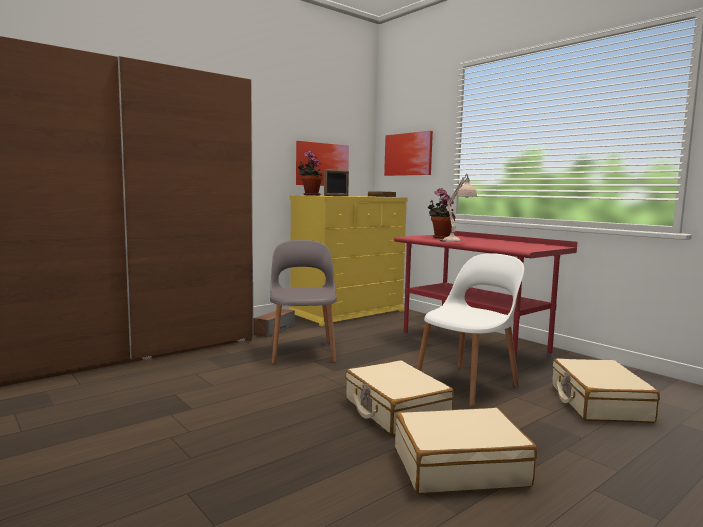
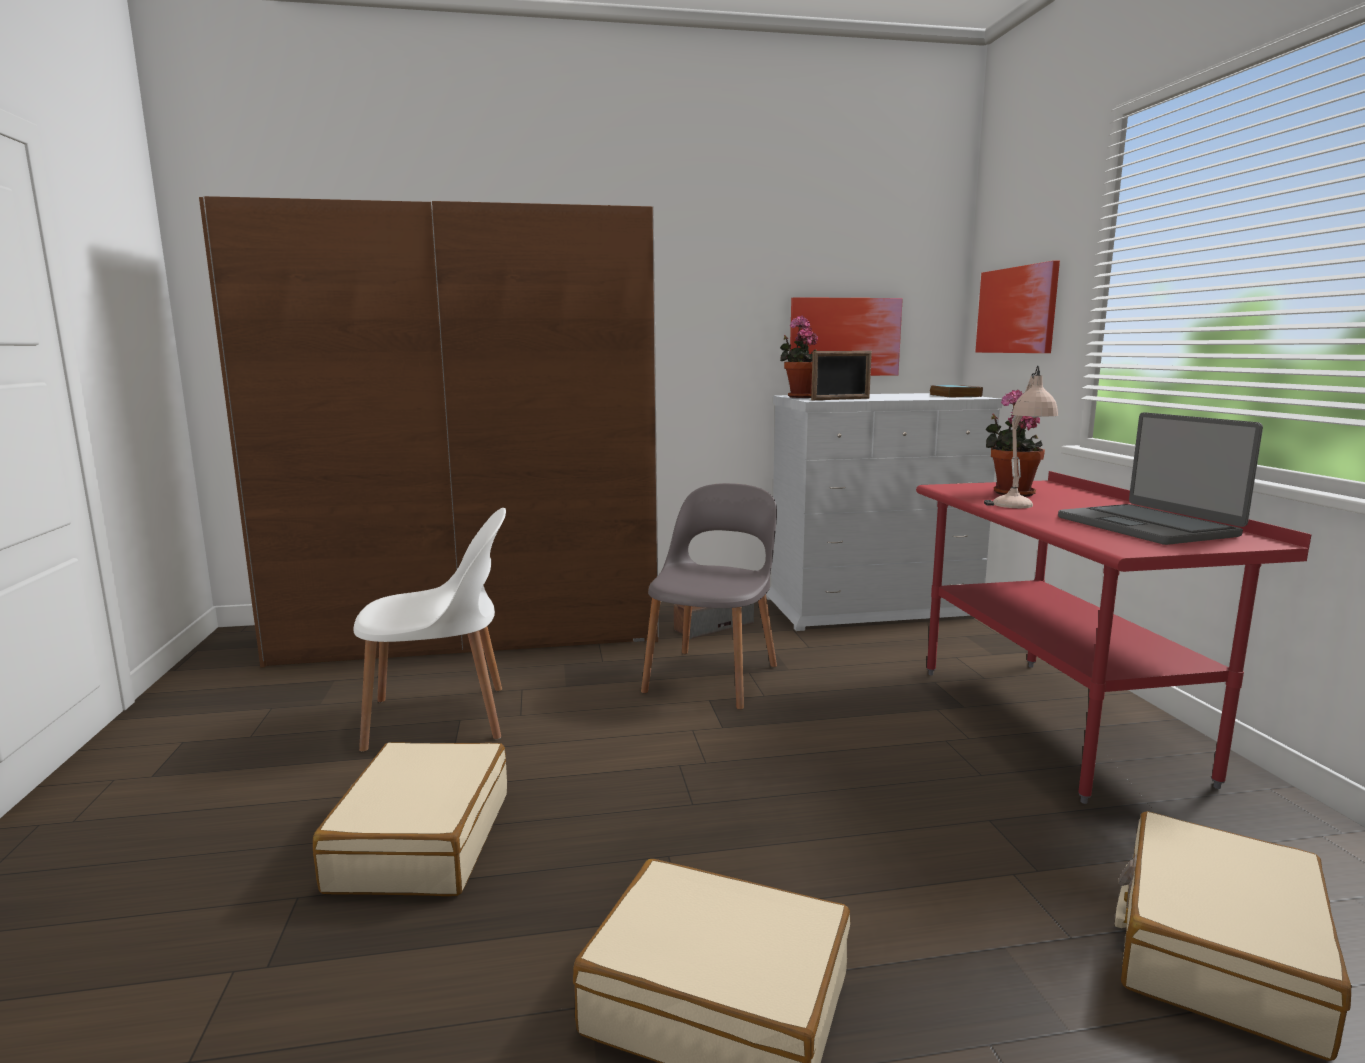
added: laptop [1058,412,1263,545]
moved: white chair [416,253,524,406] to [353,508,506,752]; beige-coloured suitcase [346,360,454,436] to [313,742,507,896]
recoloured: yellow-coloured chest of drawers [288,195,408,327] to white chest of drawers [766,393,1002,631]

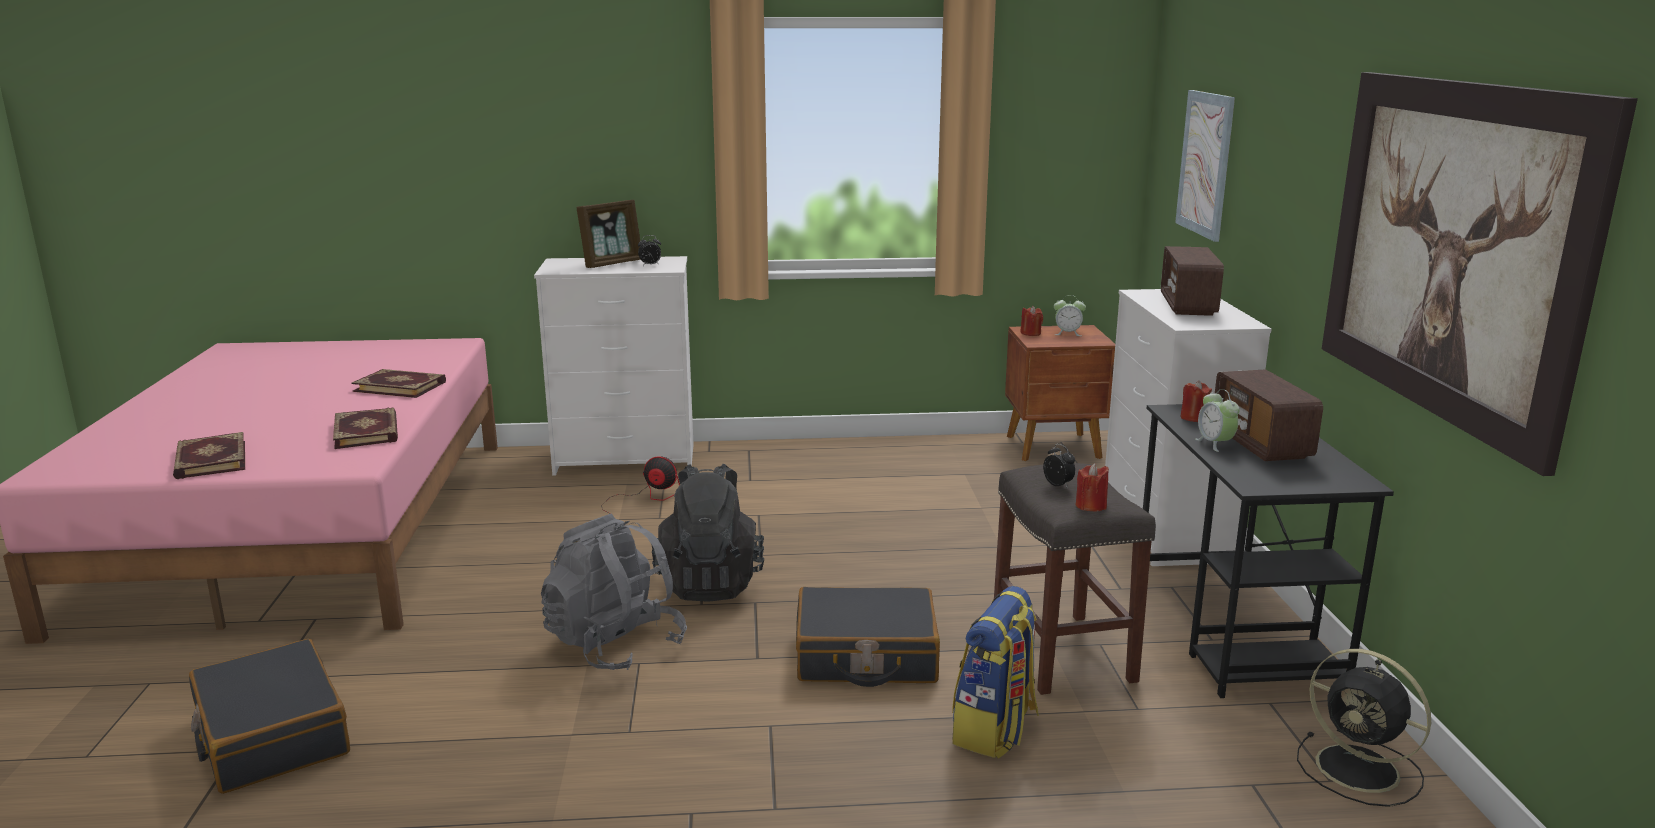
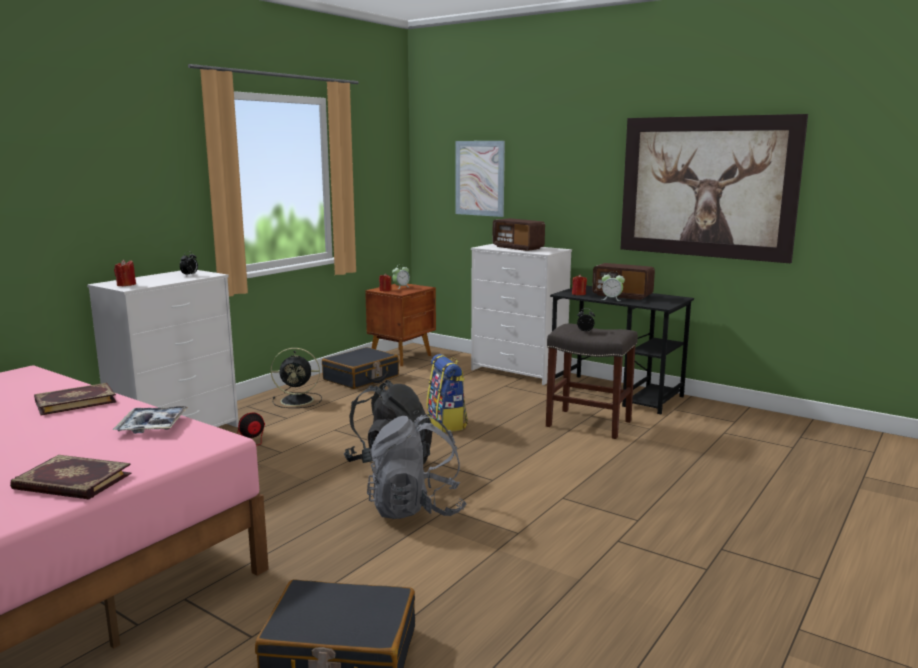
removed: picture frame [577,200,641,268]
moved: reddish candle [1076,463,1109,511] to [114,259,136,286]; rucksack [952,586,1039,759] to [427,354,468,432]; black suitcase [796,587,940,687] to [322,347,399,389]; black cooling fan [1297,649,1431,807] to [271,348,322,408]
replaced: book [333,407,398,449] to serving tray [112,406,189,434]

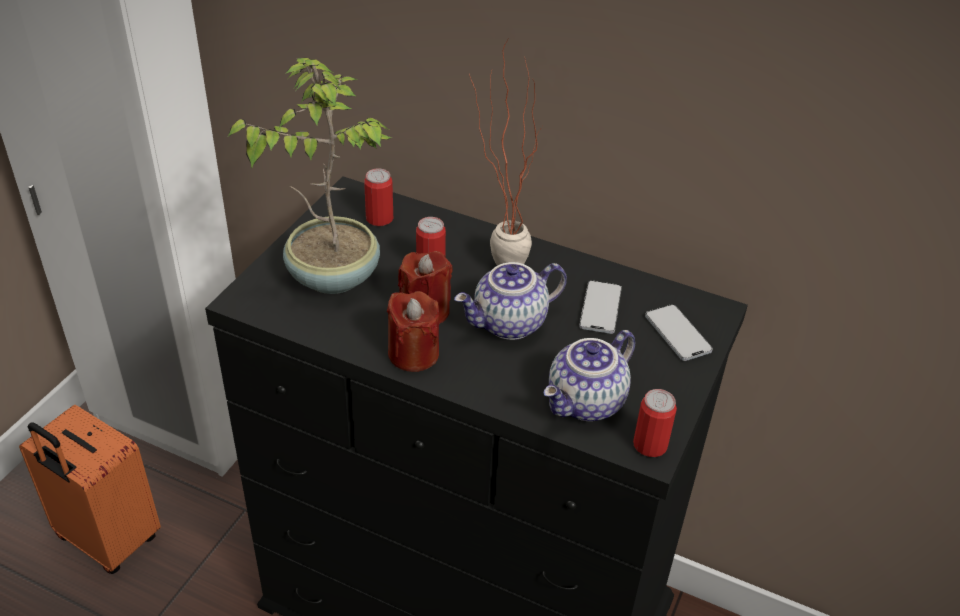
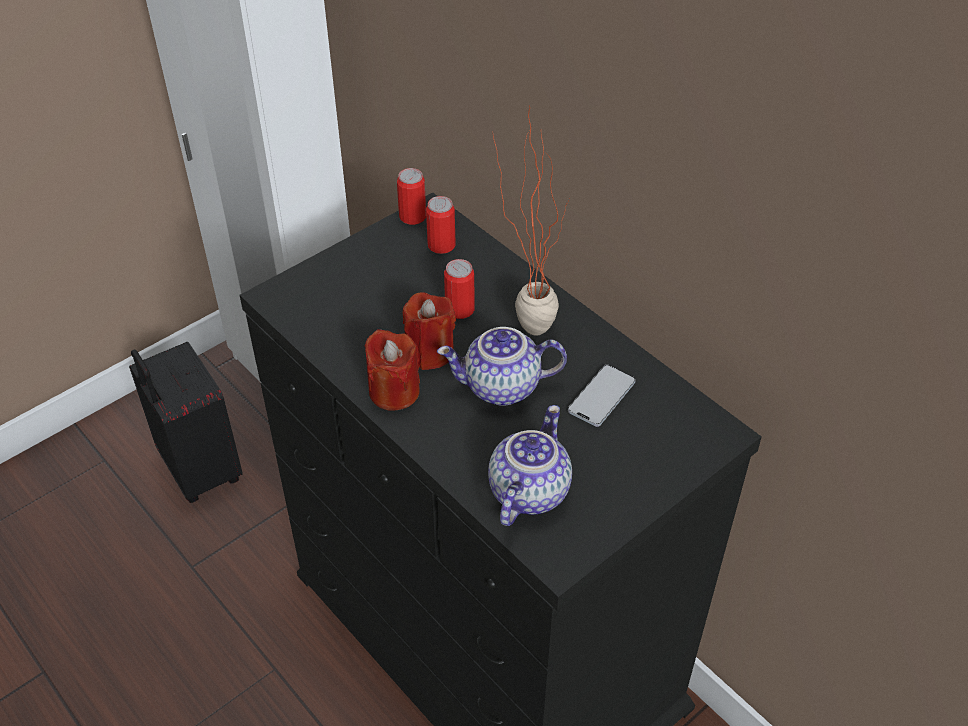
removed: potted plant [228,58,392,294]; telephone [645,304,713,361]
moved: sealed can [633,389,677,457] to [397,168,426,225]
recoloured: orangey suitcase [19,404,161,574] to black suitcase [129,342,243,503]
turned: pot for tea [544,330,635,421] = [488,405,572,526] 135 degrees clockwise

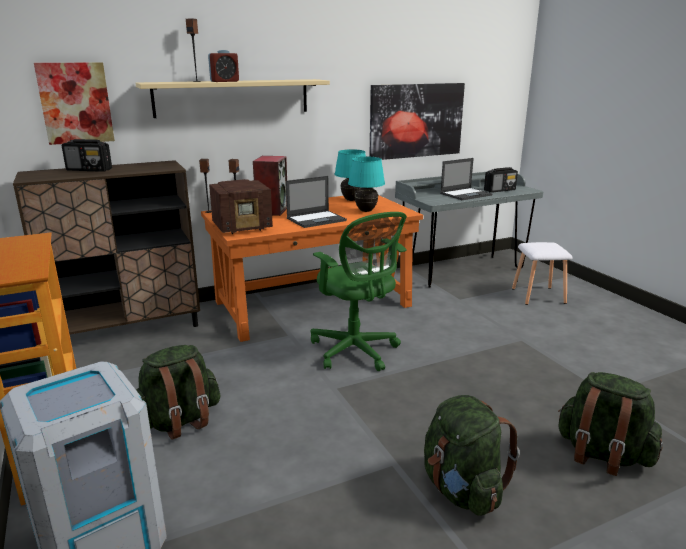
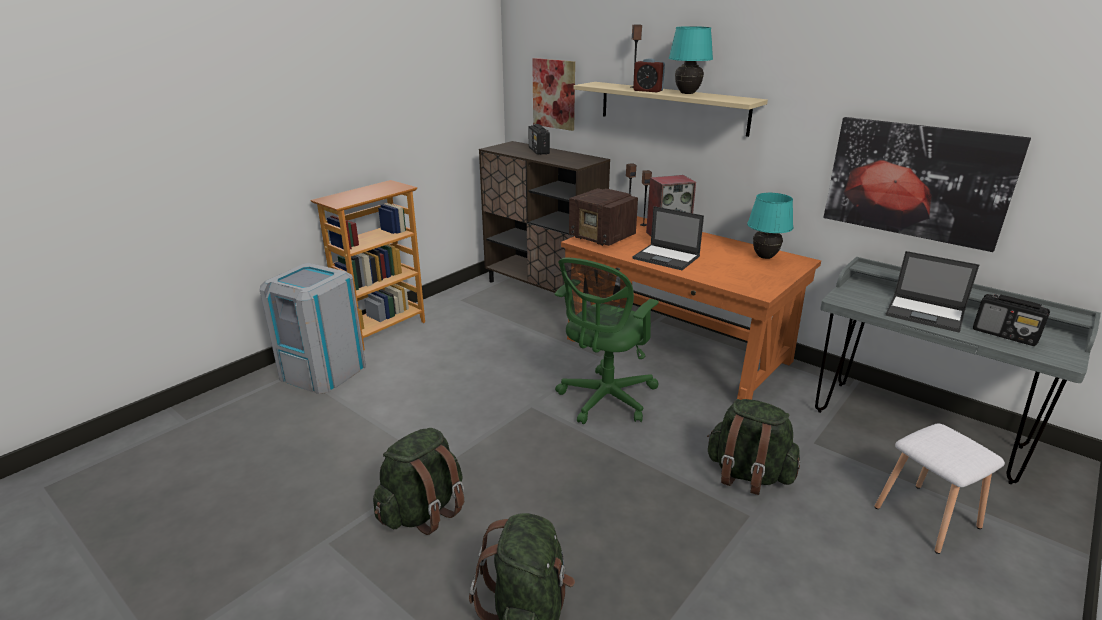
moved: turquoise-coloured table lamp [348,156,385,212] to [669,26,713,94]; greenish rucksack [136,345,221,440] to [707,399,800,495]

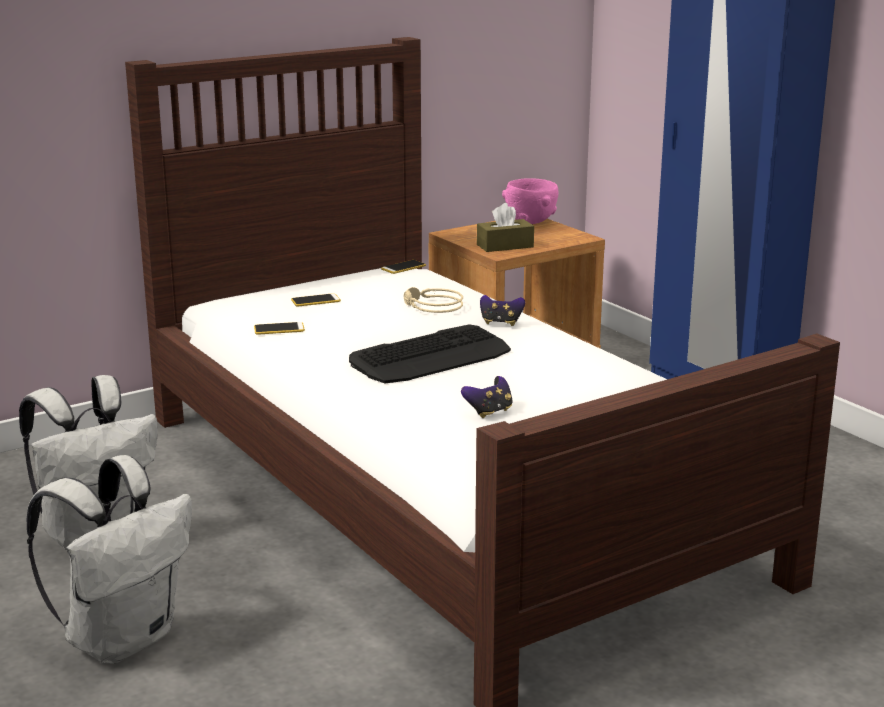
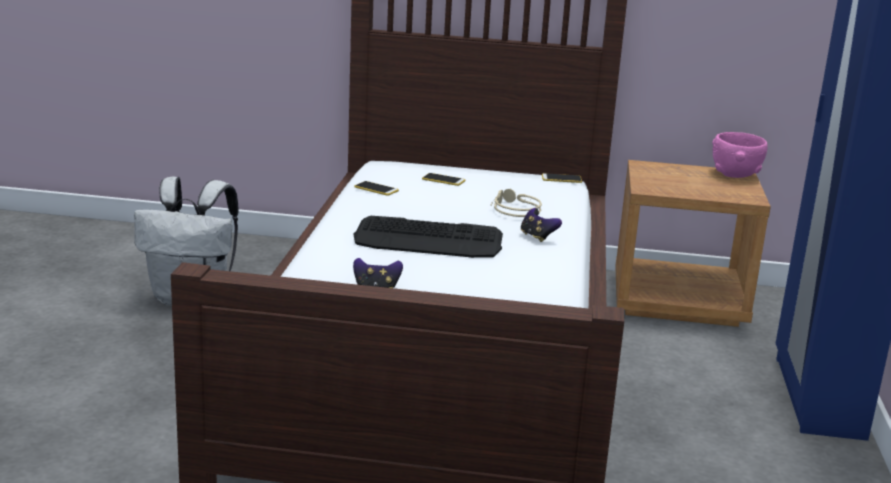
removed: brownish tissue box [477,203,534,252]; white rucksack [27,455,192,664]

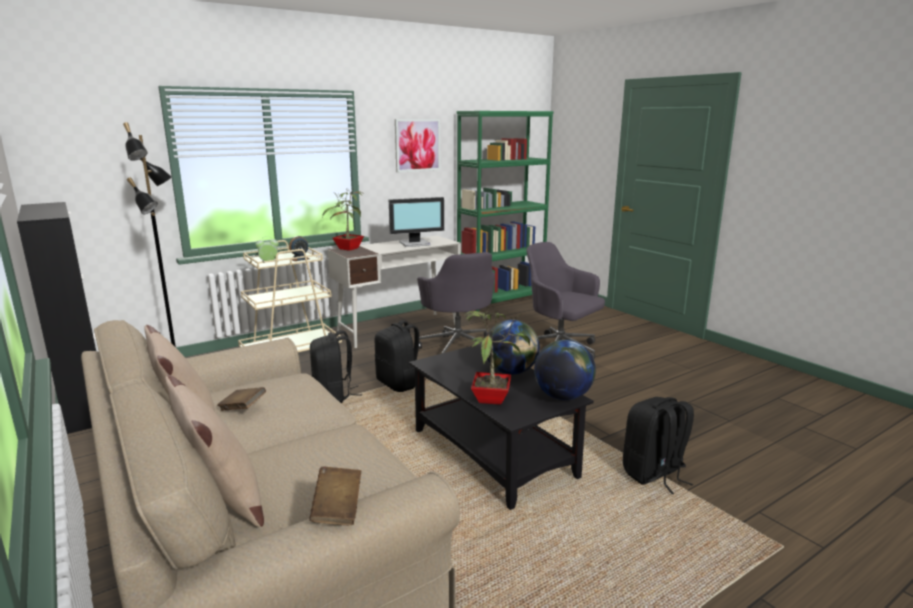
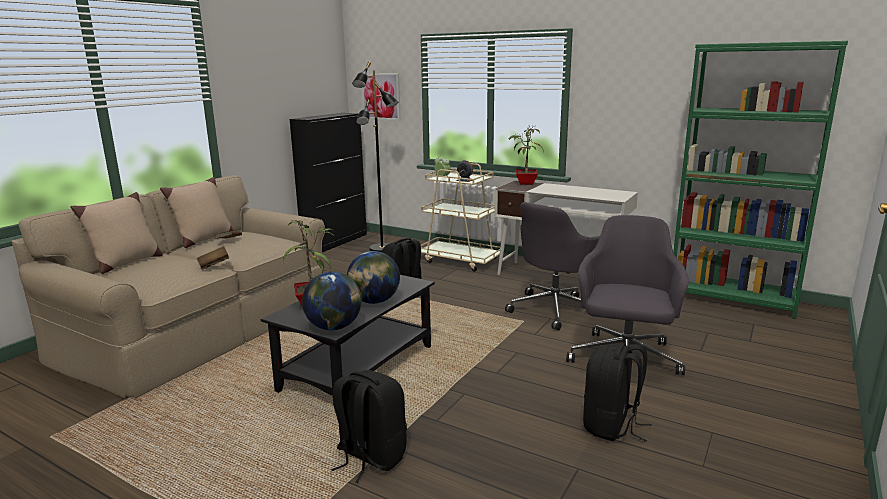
removed: computer display [389,197,444,247]
moved: picture [395,119,441,172] to [362,73,401,121]; black rucksack [374,320,426,392] to [583,343,652,442]; brownish book [309,466,361,525] to [197,246,230,270]

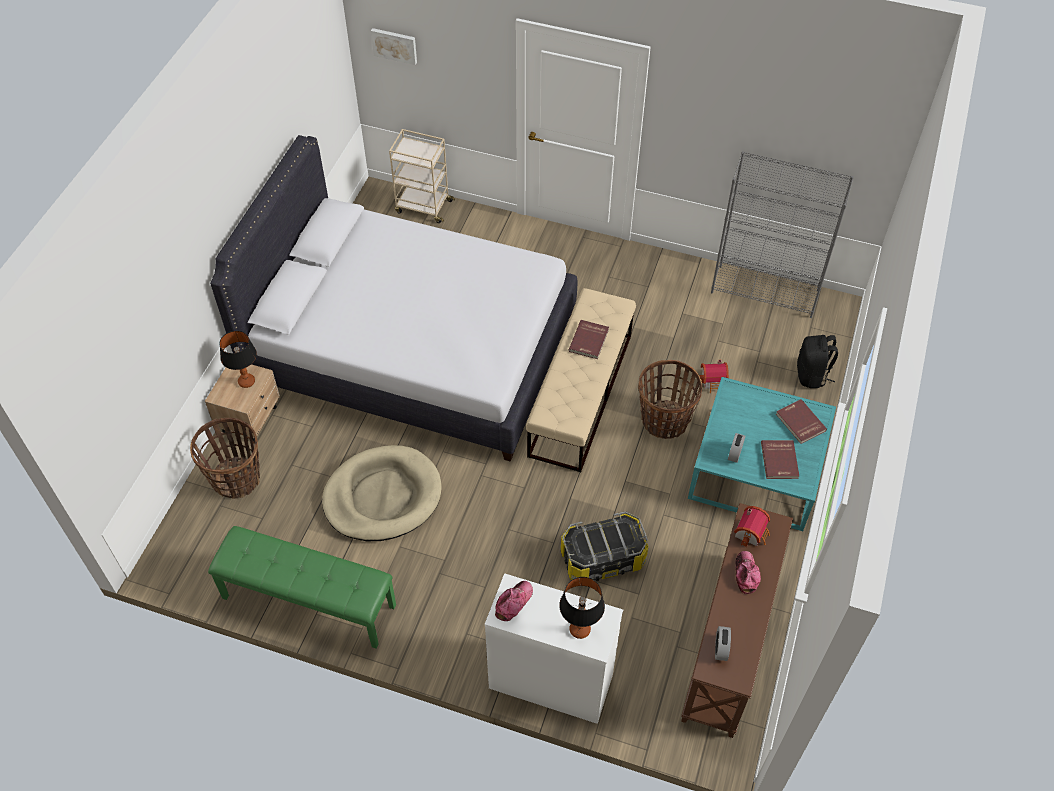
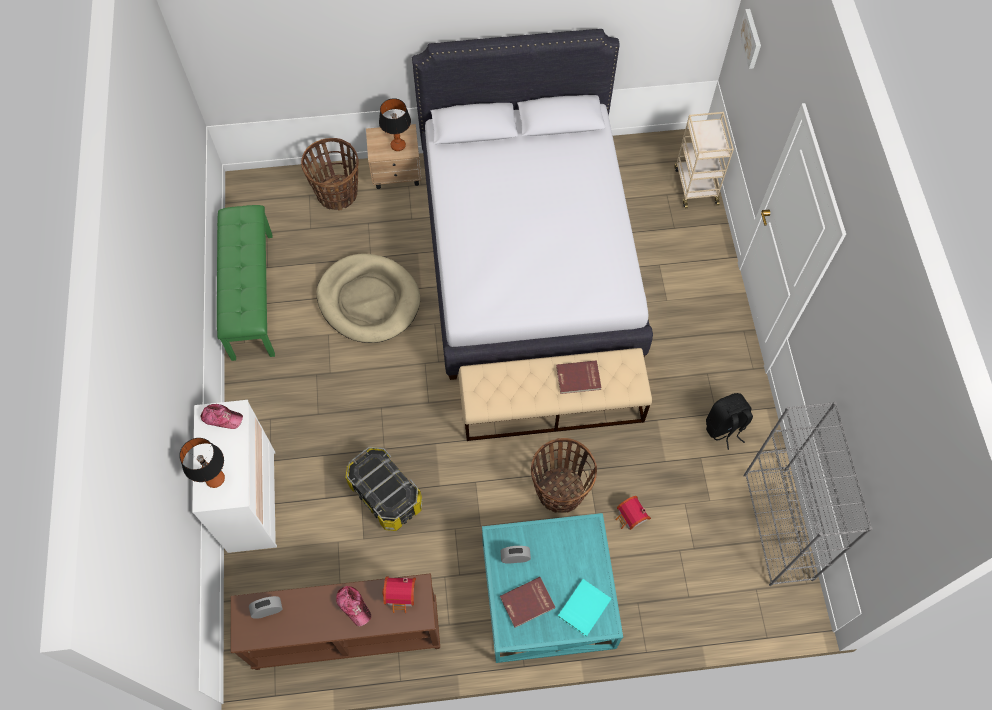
moved: black rucksack [797,335,838,388] to [706,393,753,450]
recoloured: reddish book [776,399,827,444] to turquoise-coloured book [558,579,611,637]
turned: cap [736,551,761,594] = [336,586,371,626] 75 degrees clockwise

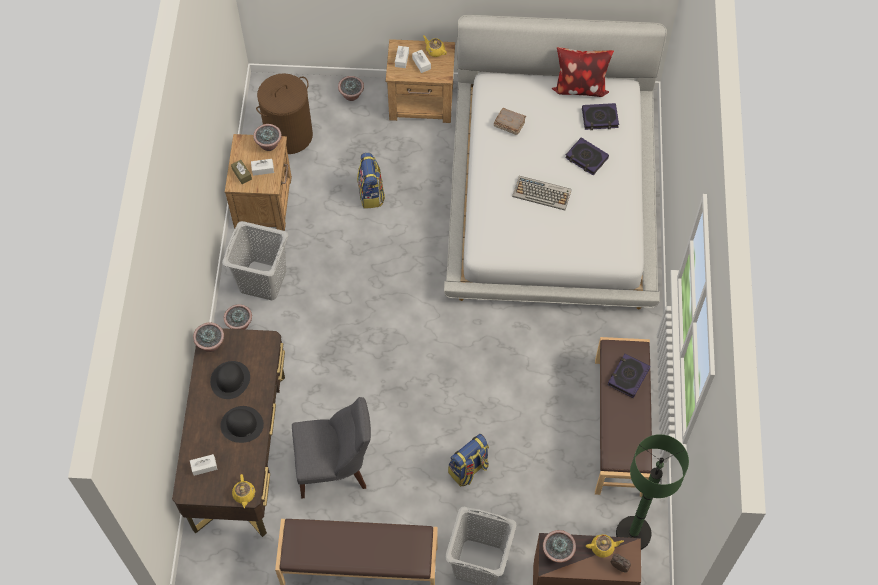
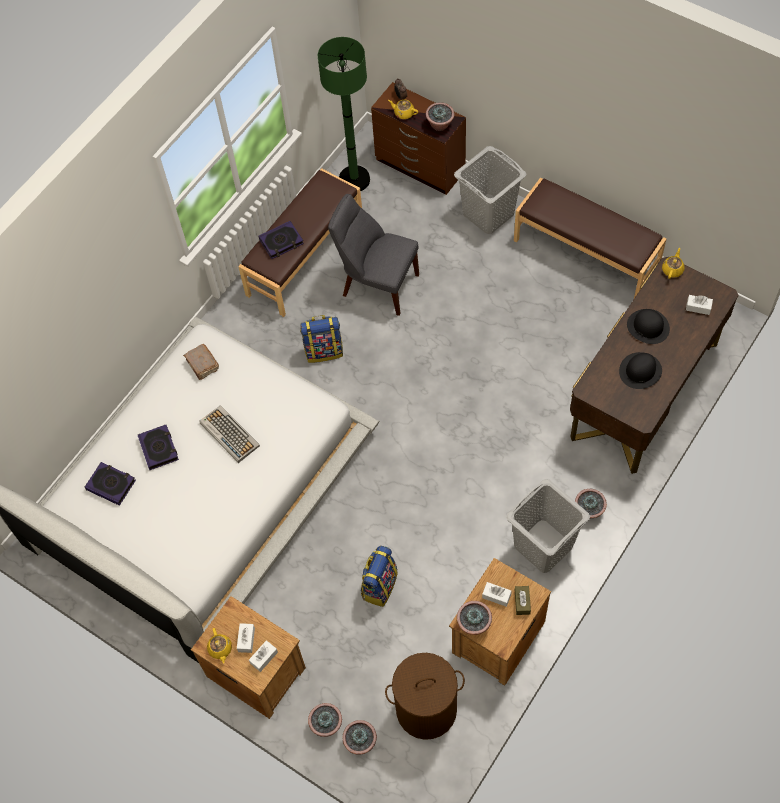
removed: pillow [551,47,614,97]
moved: brownish book [494,108,526,135] to [183,344,219,380]; potted plant [193,323,224,352] to [343,720,377,755]; greyish chair [292,397,371,498] to [328,194,419,316]; rucksack [448,434,489,486] to [300,315,343,363]

